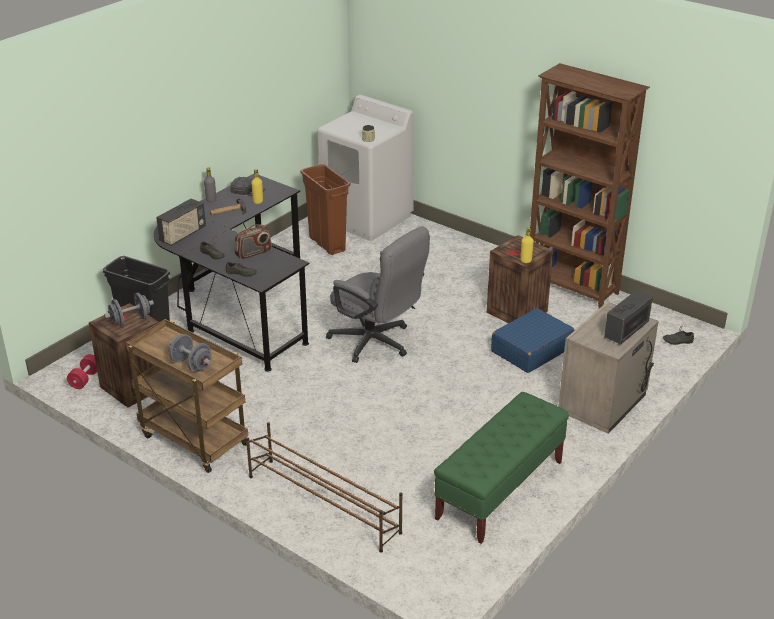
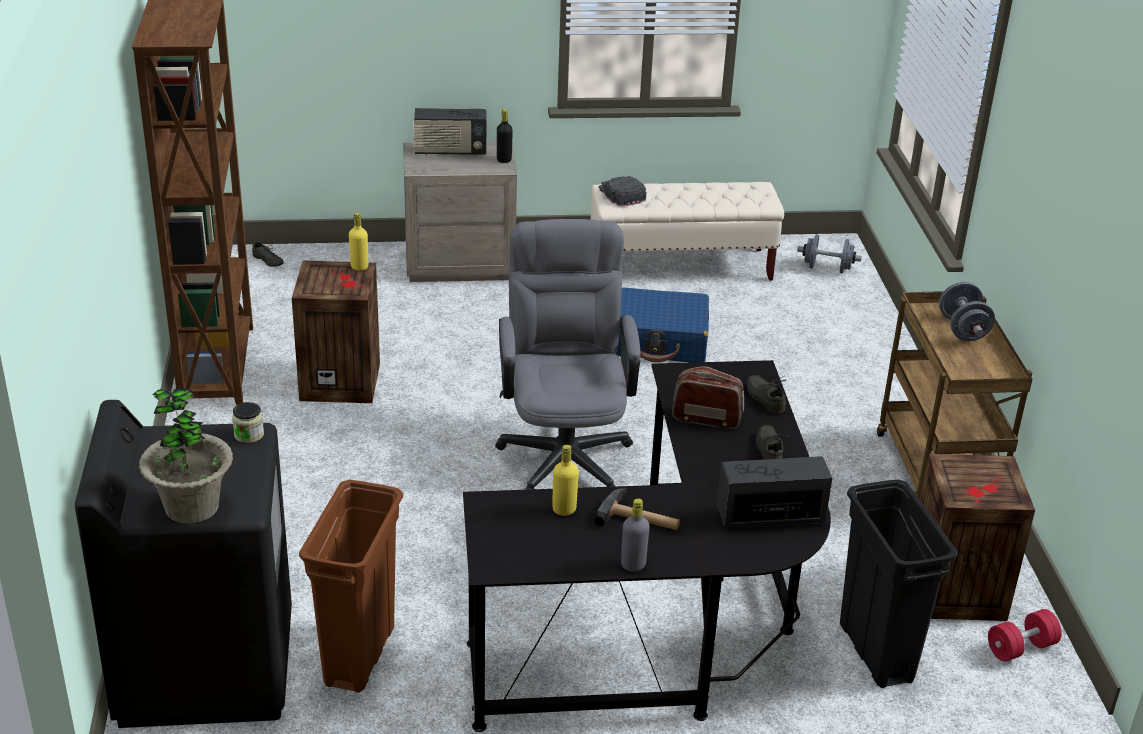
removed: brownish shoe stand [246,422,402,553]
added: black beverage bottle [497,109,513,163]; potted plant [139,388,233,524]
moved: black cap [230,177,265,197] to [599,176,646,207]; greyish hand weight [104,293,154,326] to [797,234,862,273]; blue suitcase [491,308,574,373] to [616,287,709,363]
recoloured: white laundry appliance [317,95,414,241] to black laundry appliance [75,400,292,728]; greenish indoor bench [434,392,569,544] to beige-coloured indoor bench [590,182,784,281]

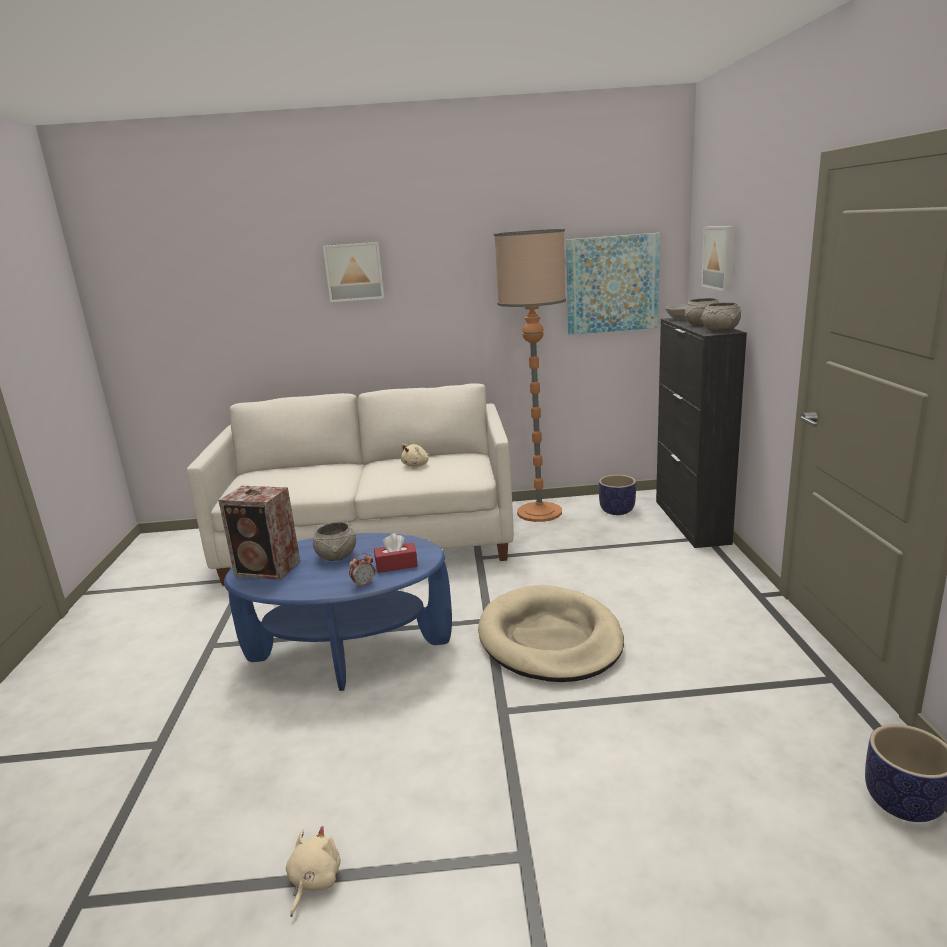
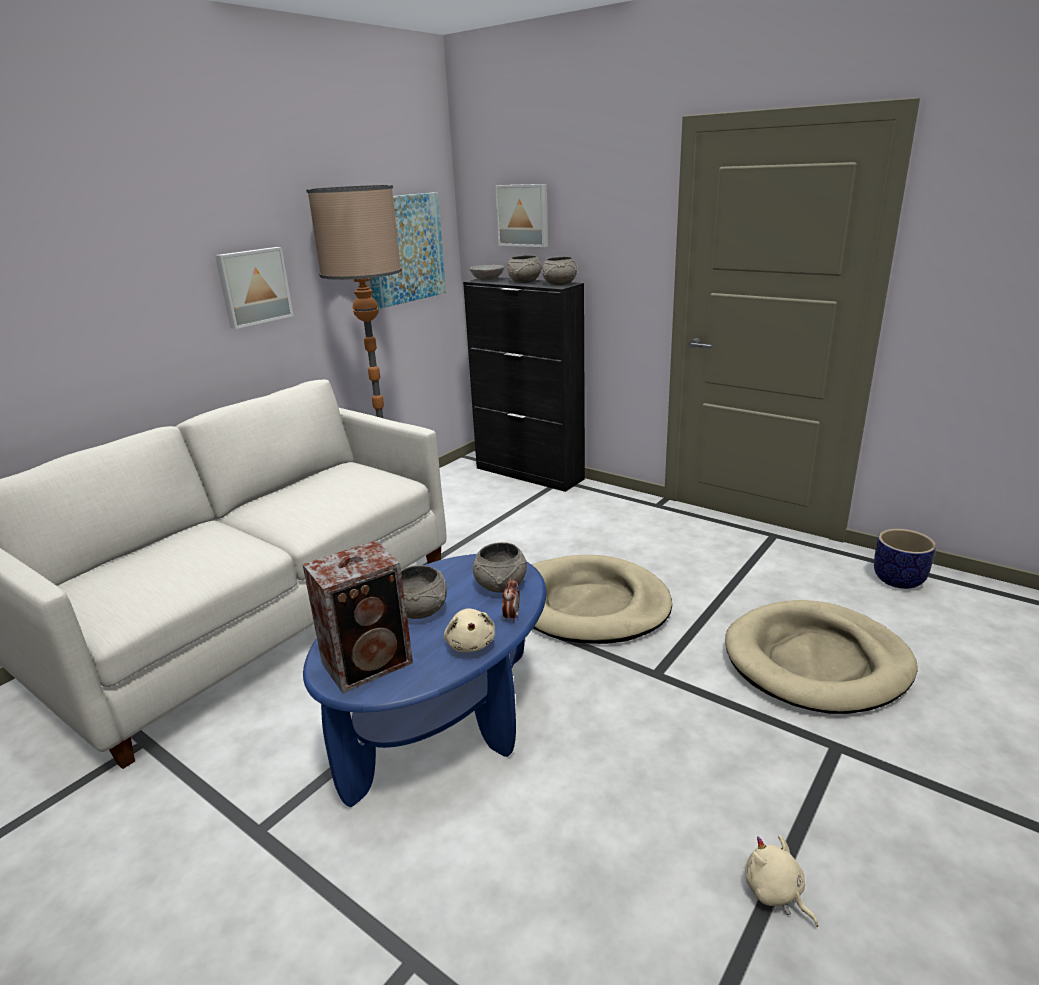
removed: planter [599,475,636,515]
added: beige-coloured dog bed [725,600,918,714]
moved: picture [323,242,385,302] to [215,247,294,329]; beige-coloured cuddly toy [401,444,430,467] to [444,608,495,652]
replaced: reddish tissue box [374,533,418,573] to greyish bowl [473,542,527,593]

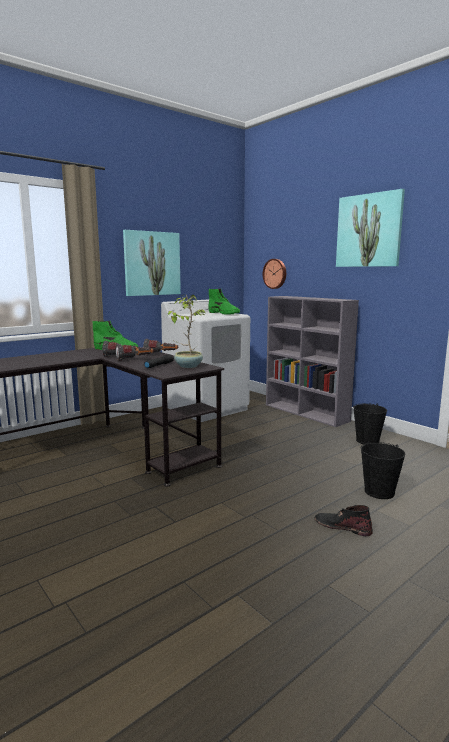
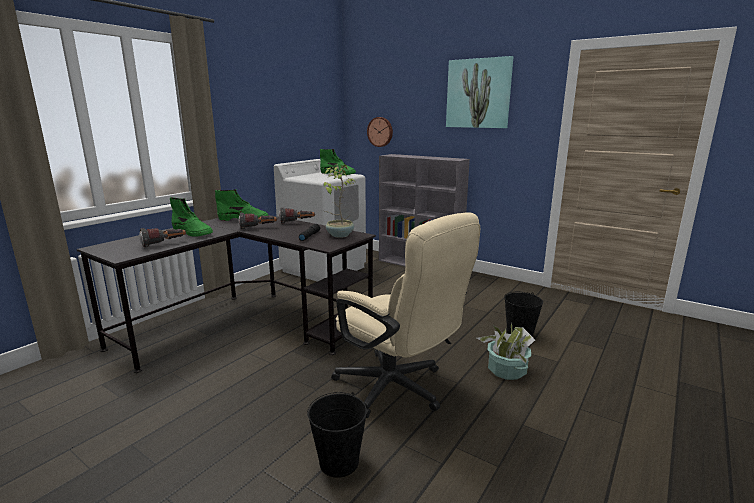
removed: picture [123,230,181,296]
added: greenish boot [170,197,213,237]; beige-coloured desk chair [331,212,480,418]
moved: flashlight [116,344,153,361] to [139,228,186,248]; black water bucket [353,403,387,445] to [307,392,367,478]
replaced: black boot [315,505,373,536] to potted plant [477,323,535,380]

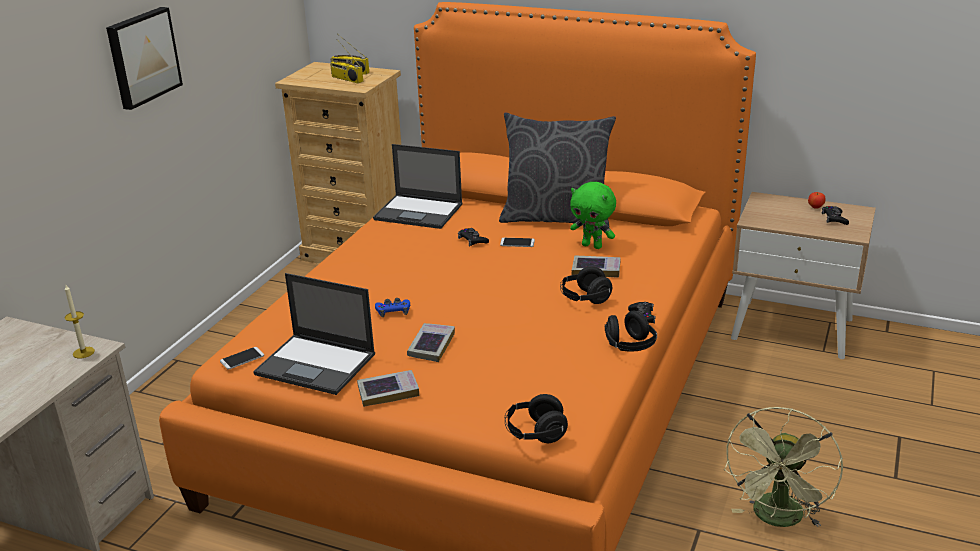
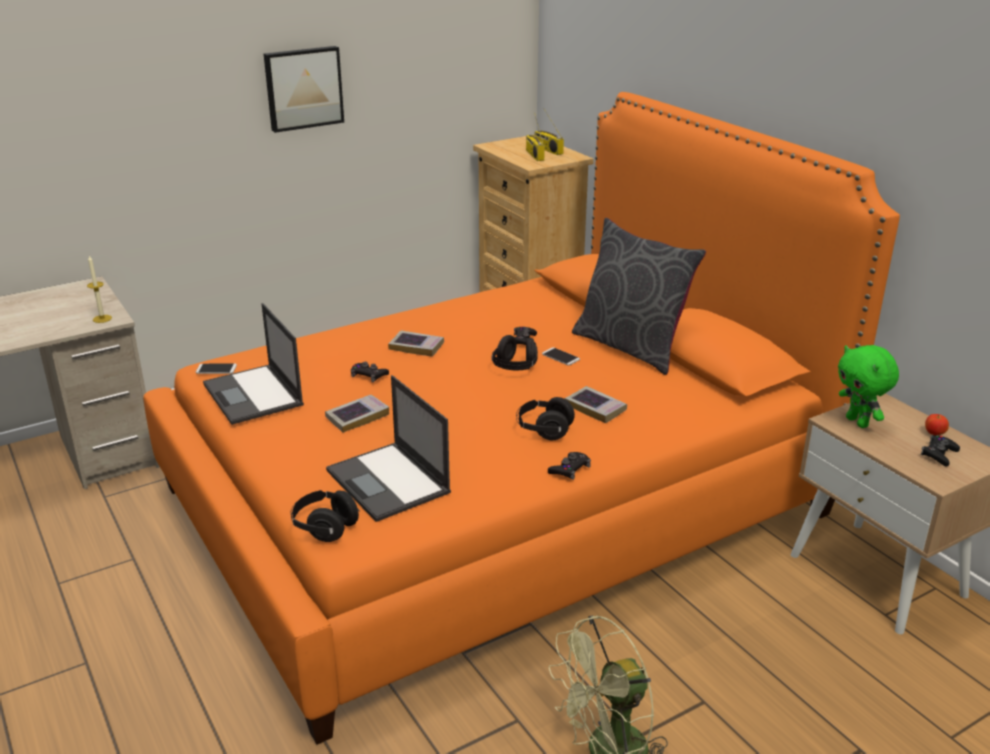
moved: laptop [373,144,463,229] to [326,375,451,522]; greenish cuddly toy [570,182,616,249] to [838,345,899,428]; black pair of headphones [604,311,657,352] to [492,335,538,370]; book [357,370,419,407] to [388,331,444,357]
recoloured: blue game controller [375,298,410,317] to black game controller [351,362,389,382]

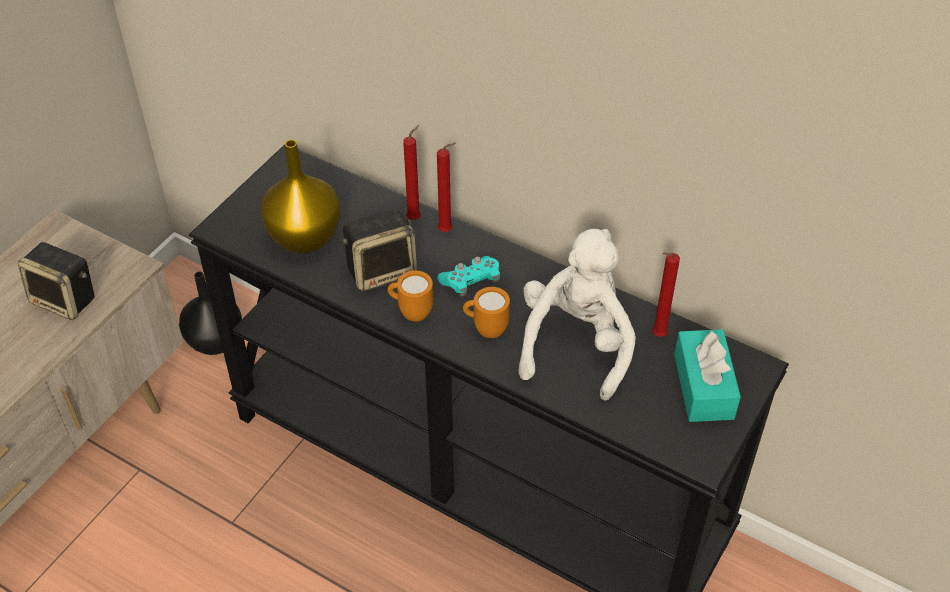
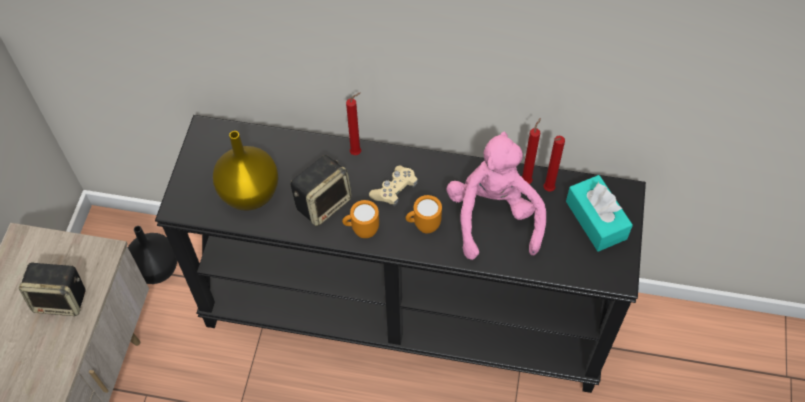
moved: reddish candle [403,125,421,220] to [522,118,541,184]
recoloured: white cuddly toy [518,229,636,401] to pink-coloured cuddly toy [447,131,546,260]; turquoise-coloured game controller [437,256,500,297] to beige-coloured game controller [369,166,418,206]

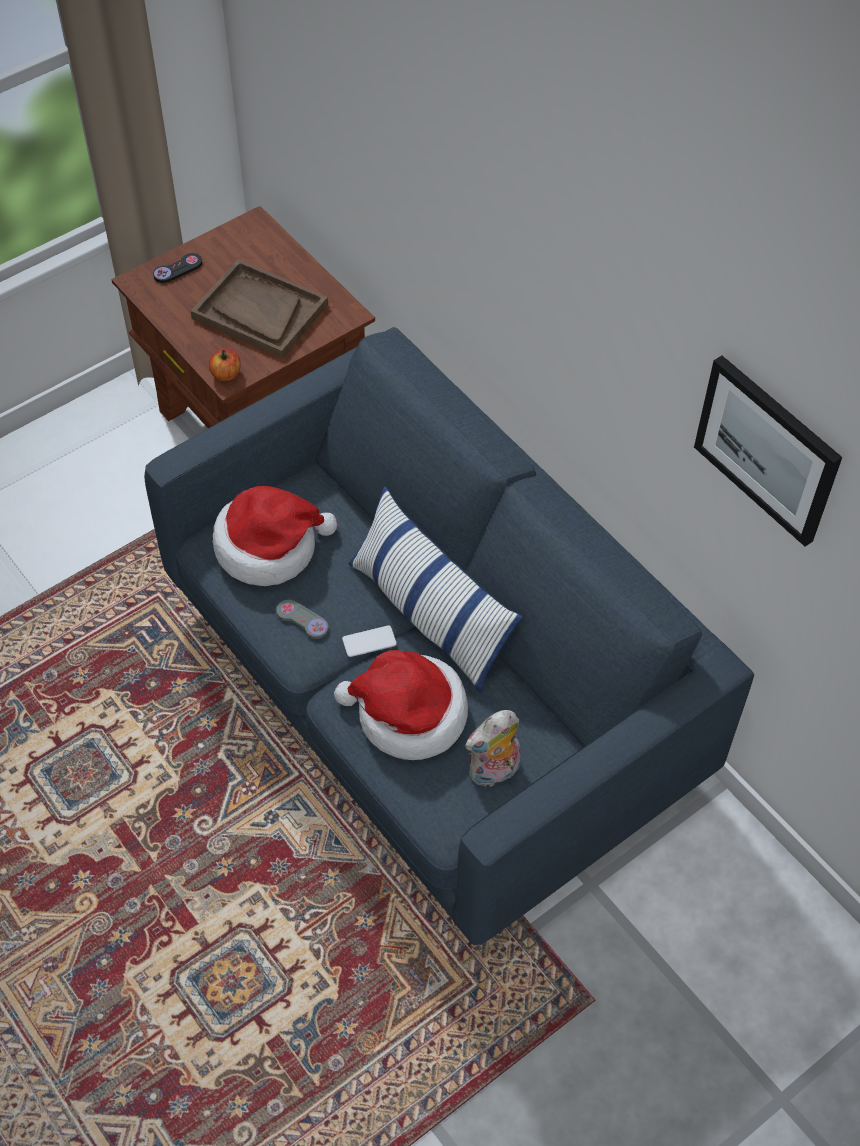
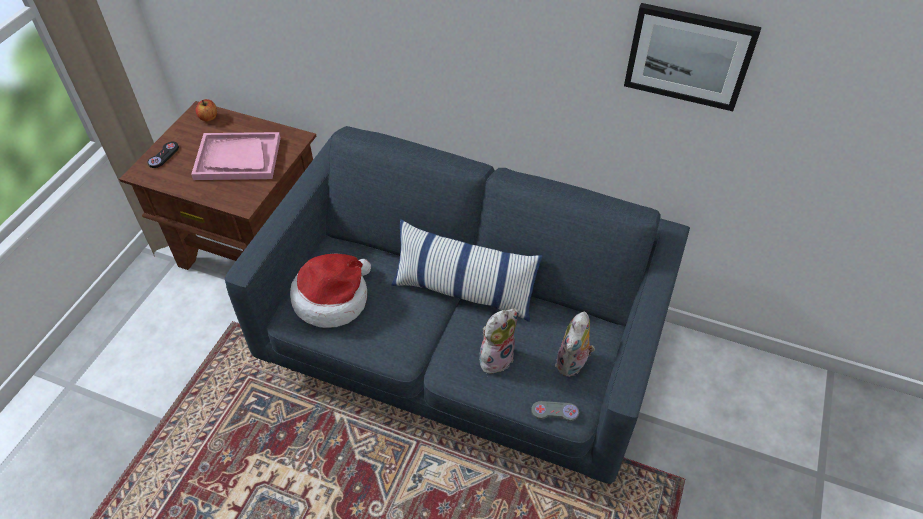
removed: telephone [342,625,397,657]
moved: apple [209,348,241,381] to [196,99,217,121]; greyish game controller [276,600,329,639] to [531,401,579,422]
replaced: hat [334,650,468,760] to cuddly toy [479,309,518,373]
recoloured: brownish serving tray [191,259,328,359] to pink-coloured serving tray [191,132,281,180]

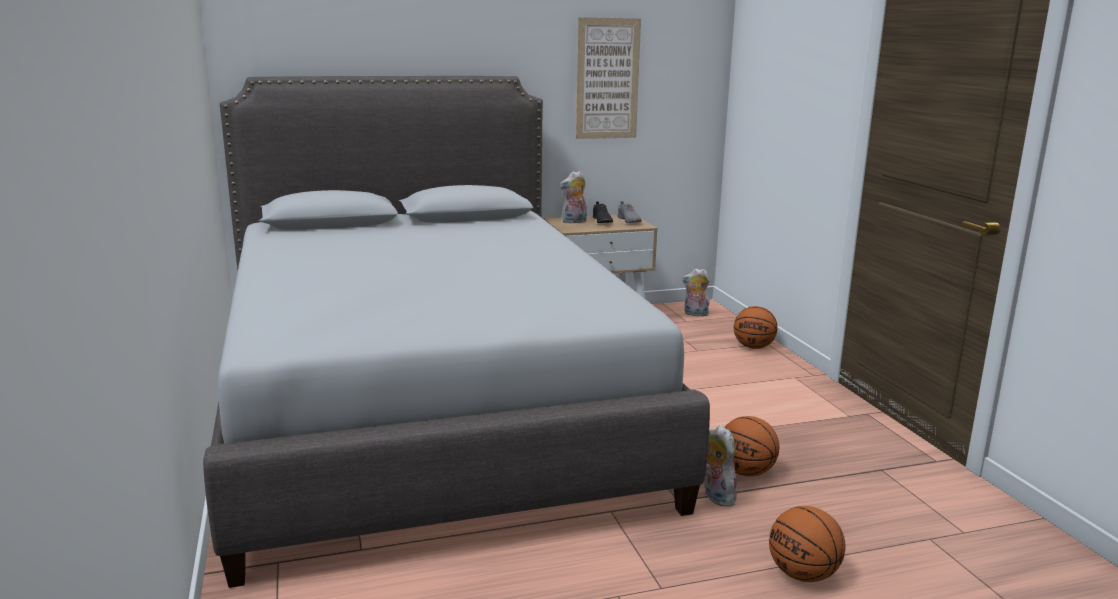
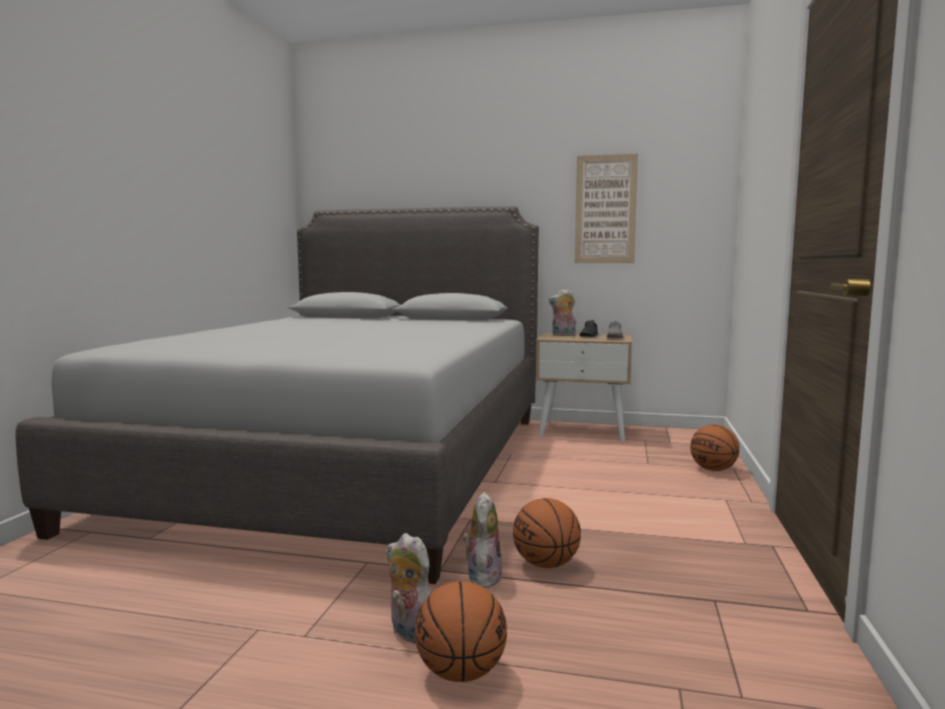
moved: cuddly toy [682,268,710,317] to [387,533,432,643]

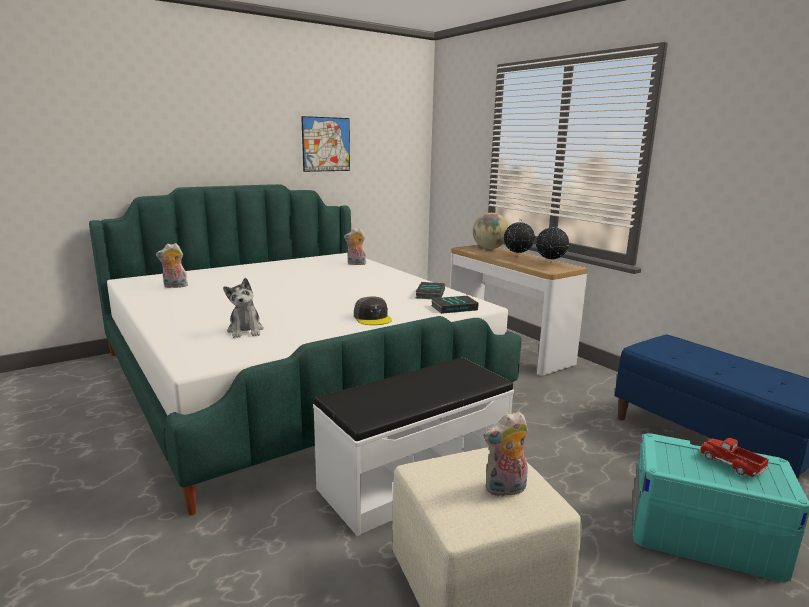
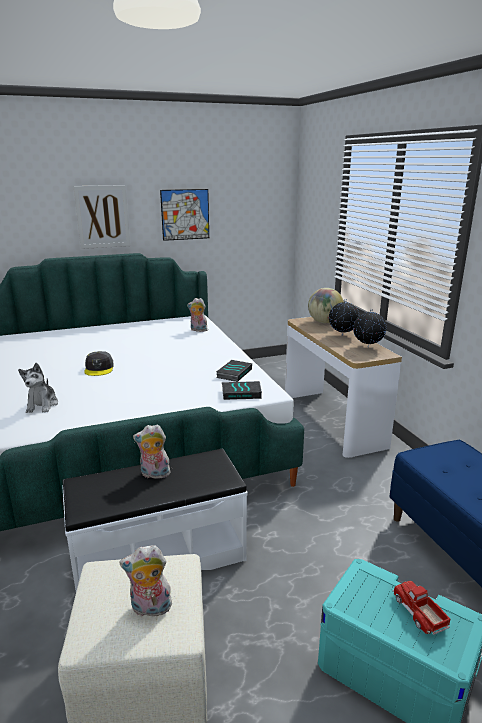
added: picture [73,185,130,249]
moved: cuddly toy [156,243,189,288] to [133,425,172,479]; greyish cap [354,297,392,325] to [84,351,114,376]

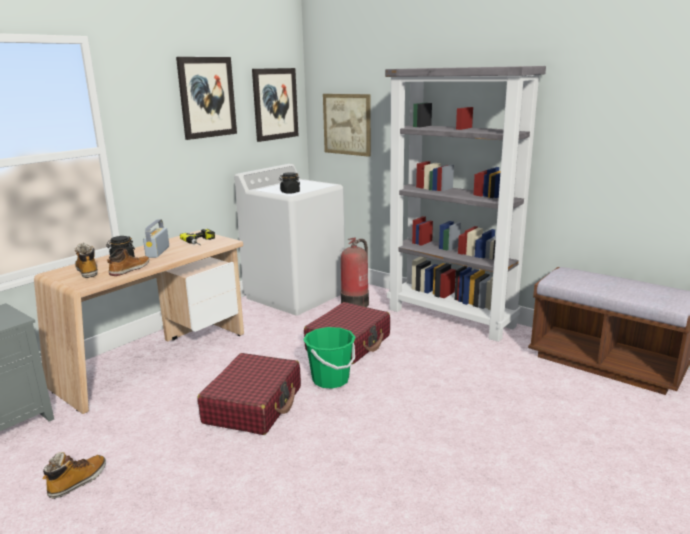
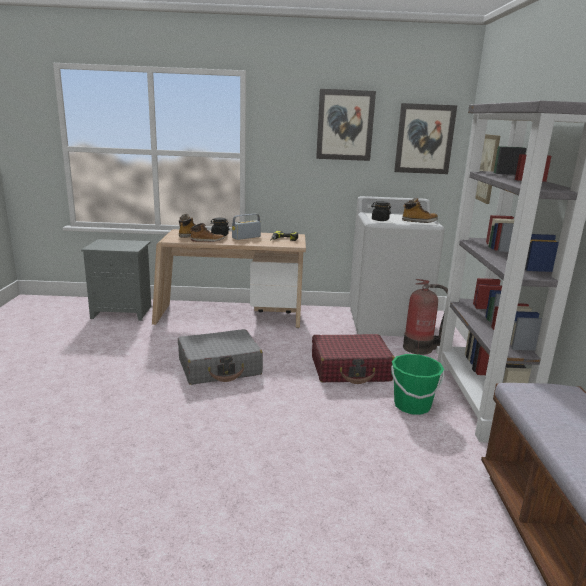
moved: greenish water bucket [303,327,355,389] to [391,354,444,415]; boot [43,452,106,499] to [402,198,438,223]
recoloured: reddish suitcase [197,353,301,435] to greyish suitcase [178,329,263,385]

